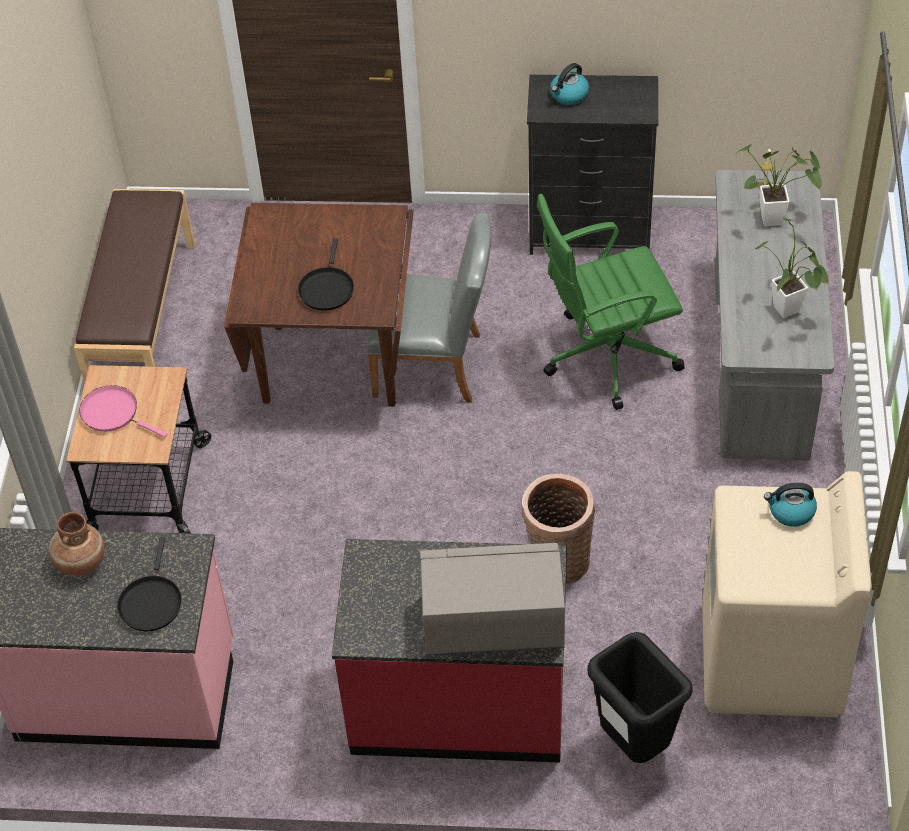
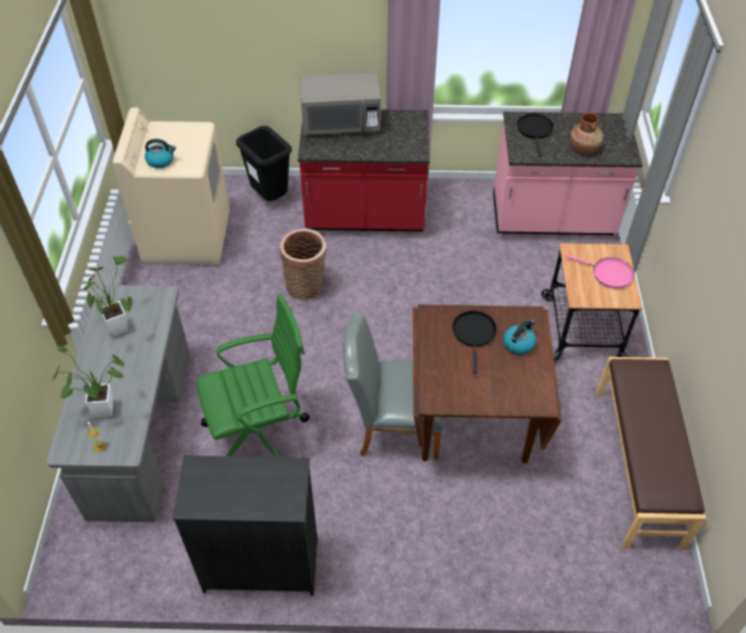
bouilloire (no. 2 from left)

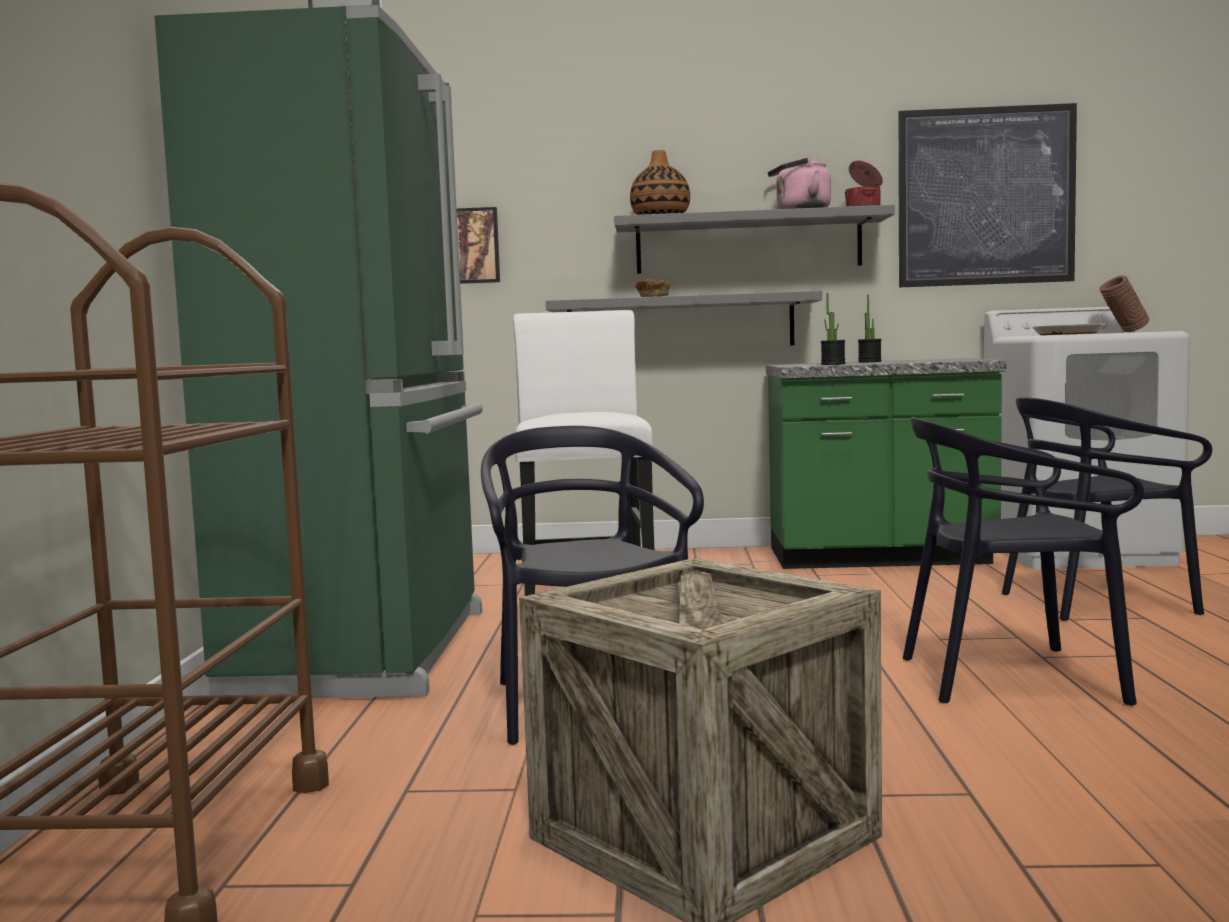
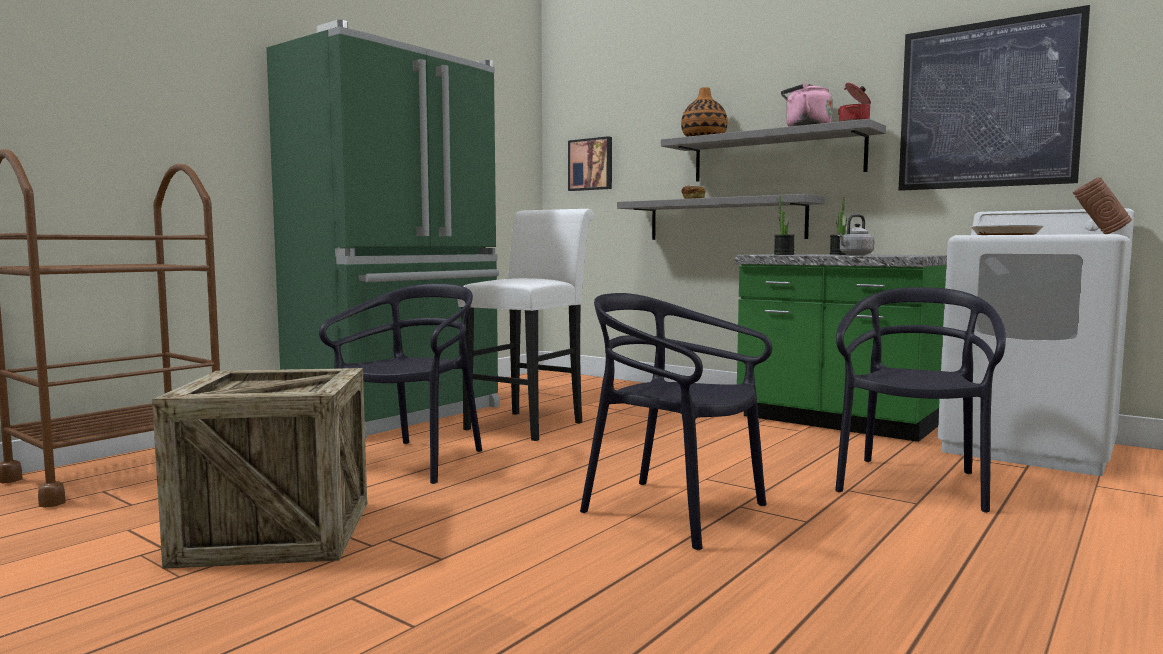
bouilloire/gris
chaise/noir (no. 3 from left)

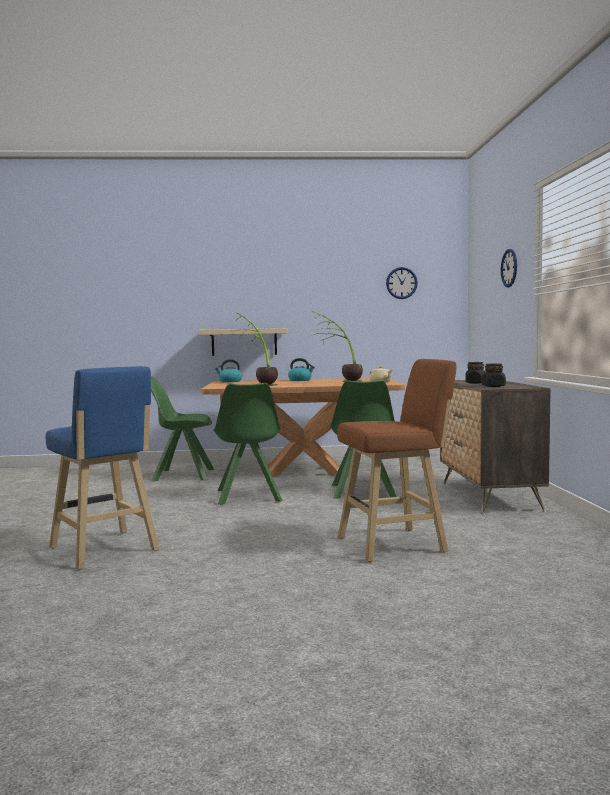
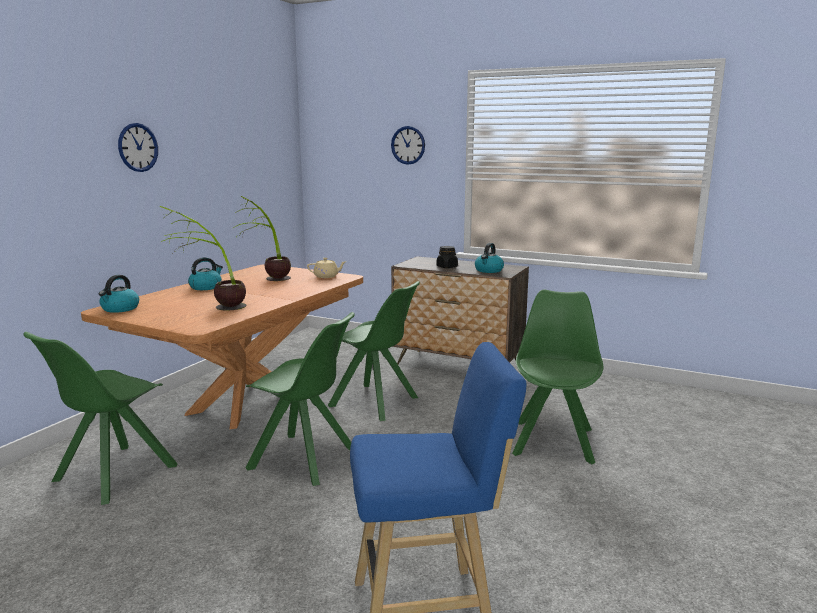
étagère/beige
horloge murale (no. 1 from left)
chaise/vert (no. 4 from left)
bouilloire (no. 3 from left)

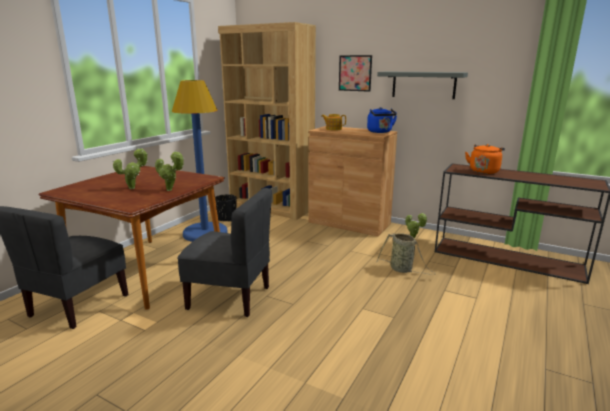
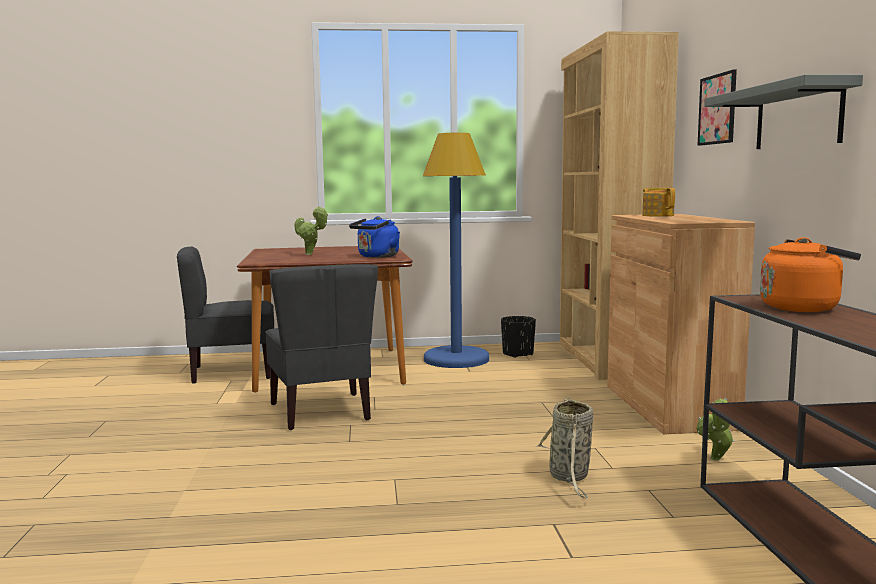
plante en pot (no. 2 from left in the first image)
bouilloire/bleu

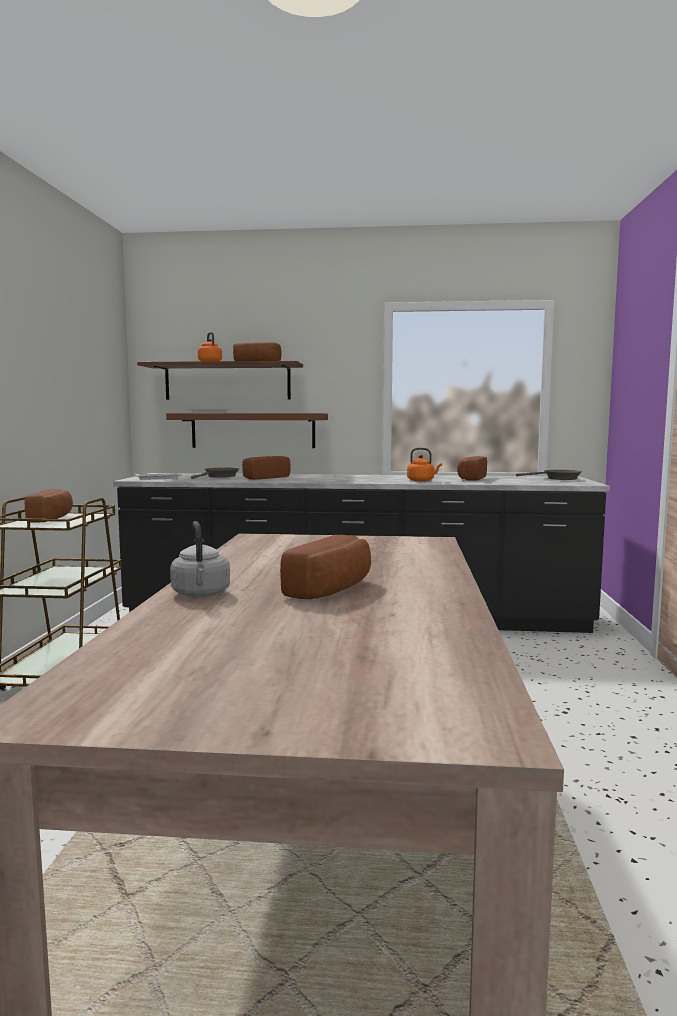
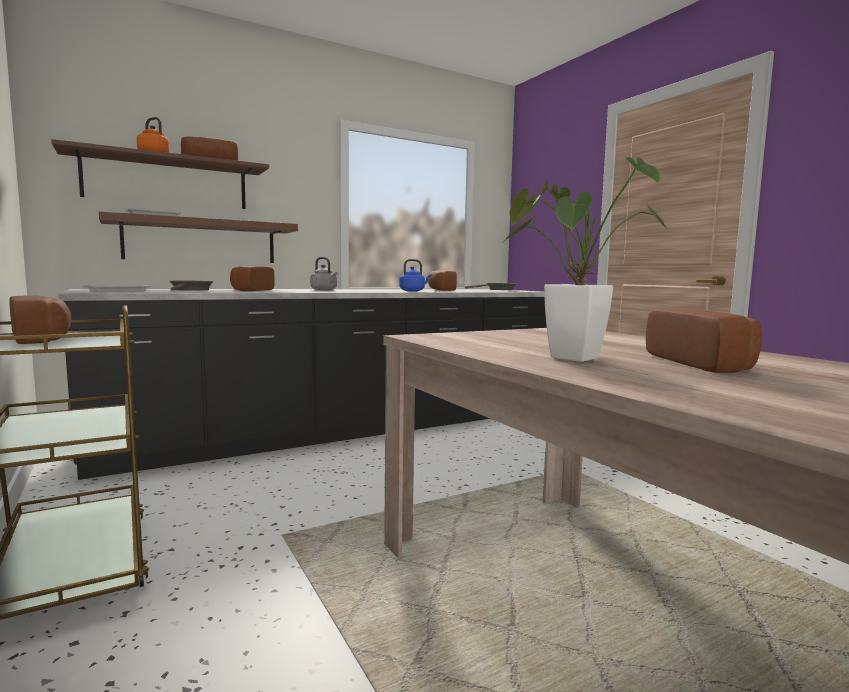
plante en pot
bouilloire/gris
bouilloire/bleu

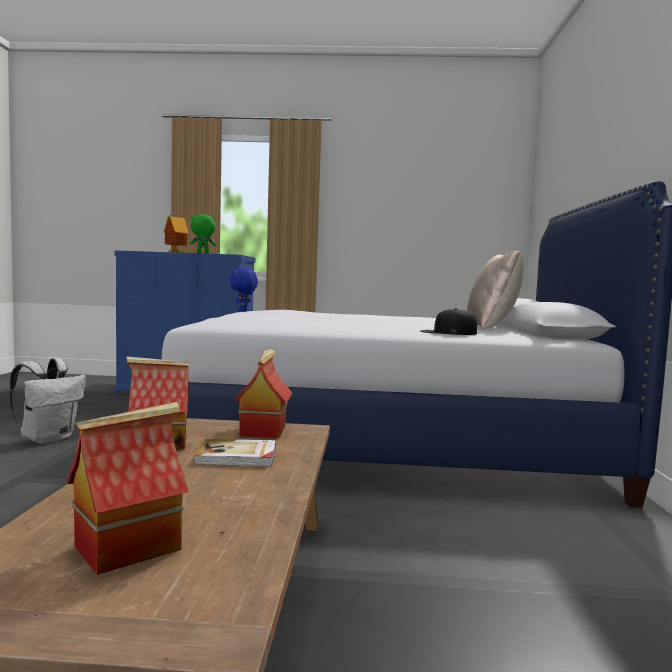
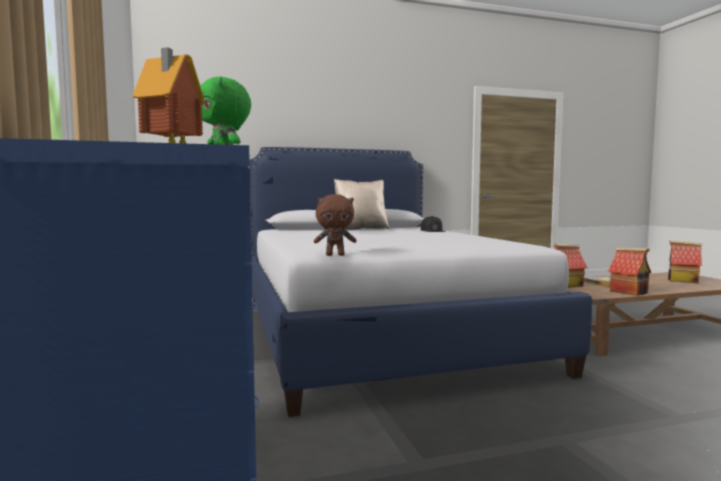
sac à dos/blanc
peluche/marron

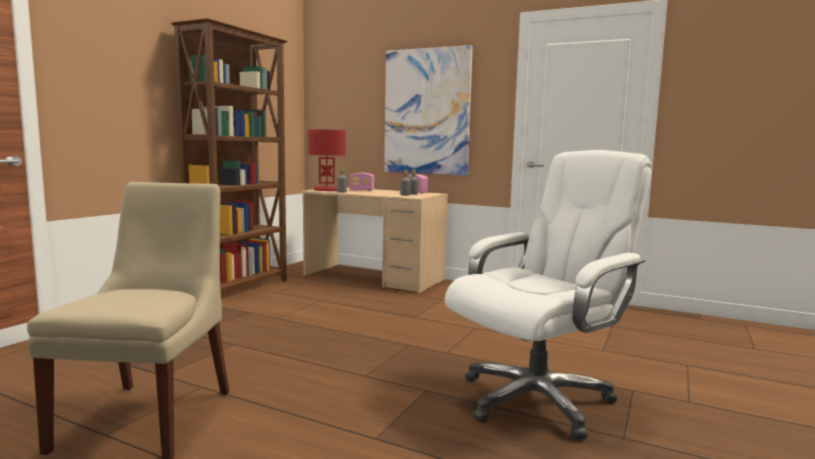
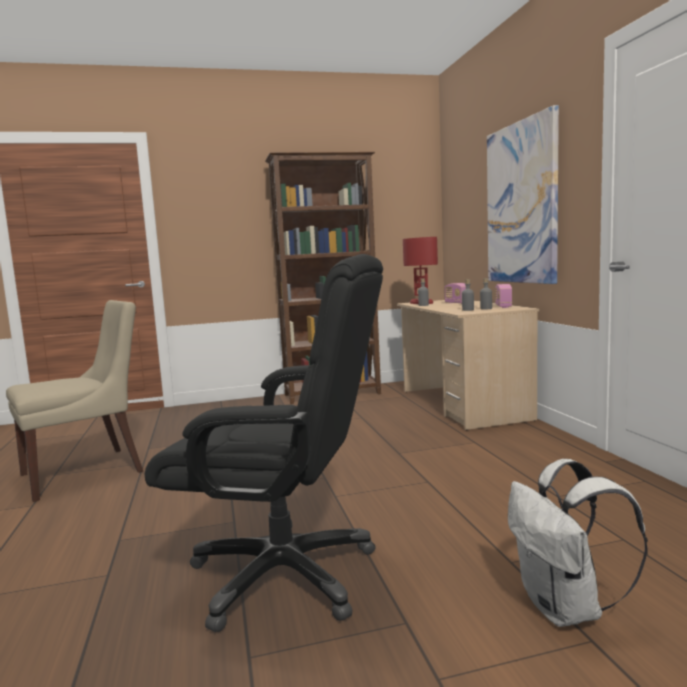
sac à dos/blanc
chaise de bureau/noir

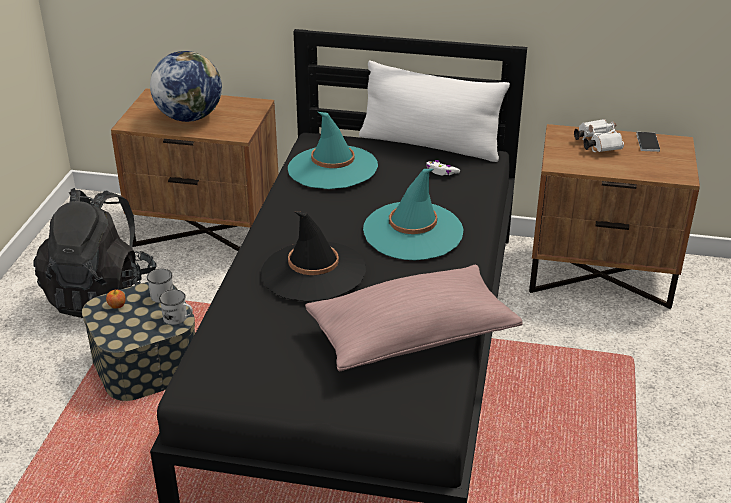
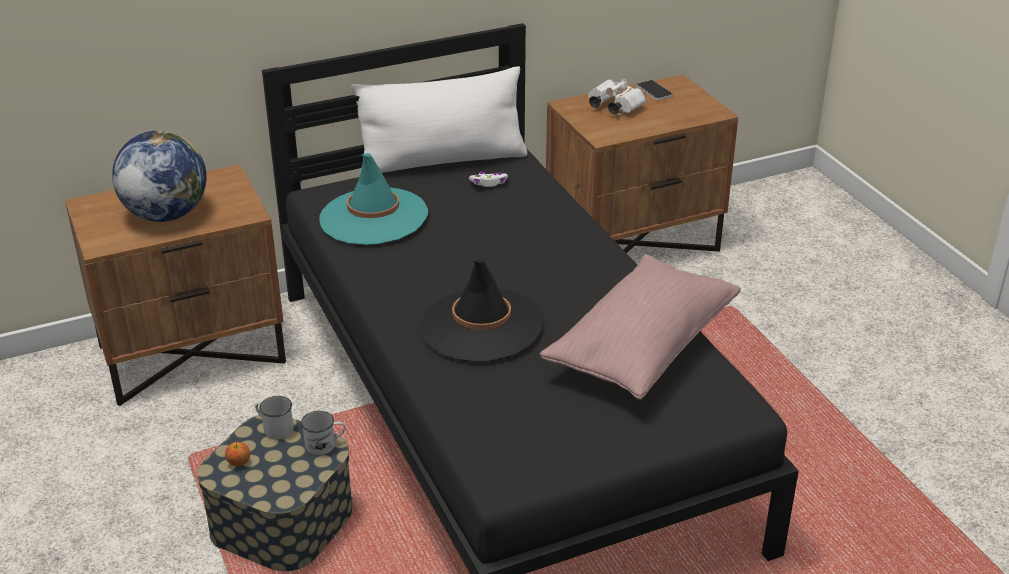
sac à dos/noir
chapeau/turquoise (no. 2 from left in the first image)

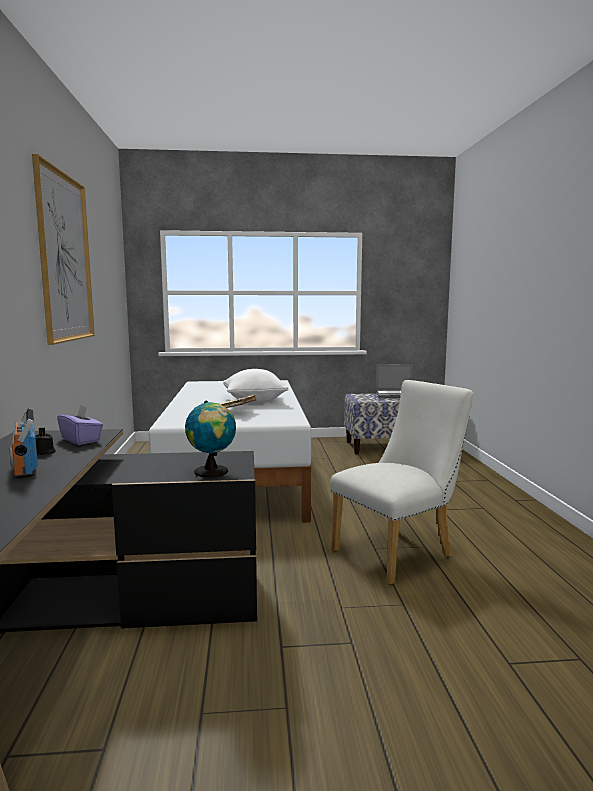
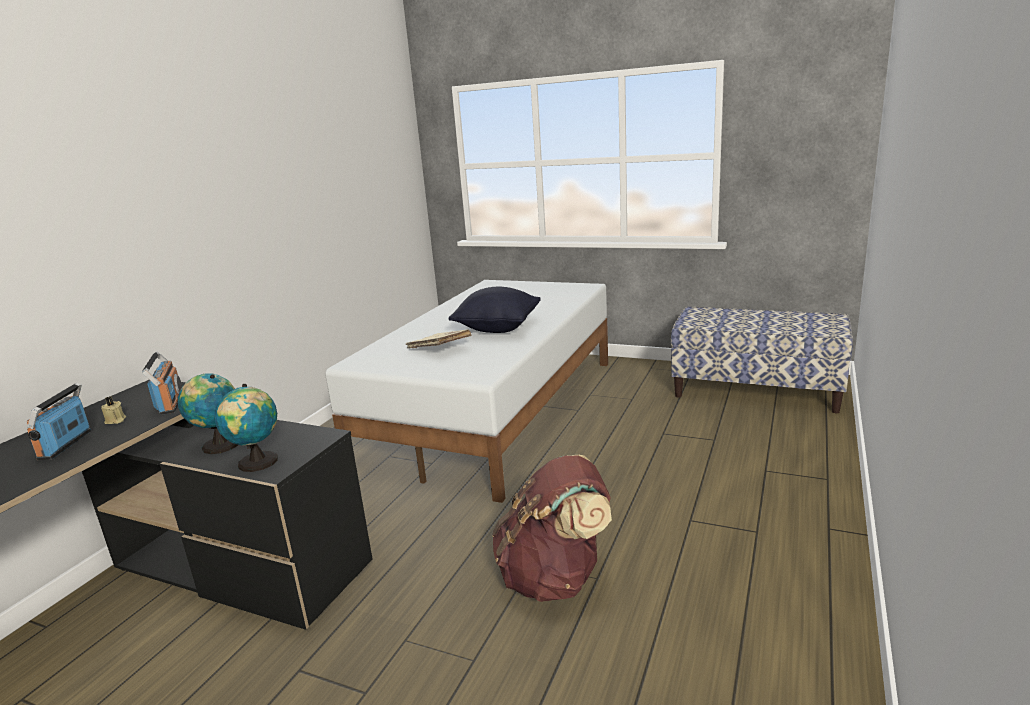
tableau
ordinateur portable
globe (no. 1 from left)
radio (no. 2 from left)
sac à dos/marron
bougie/beige
coussin/noir

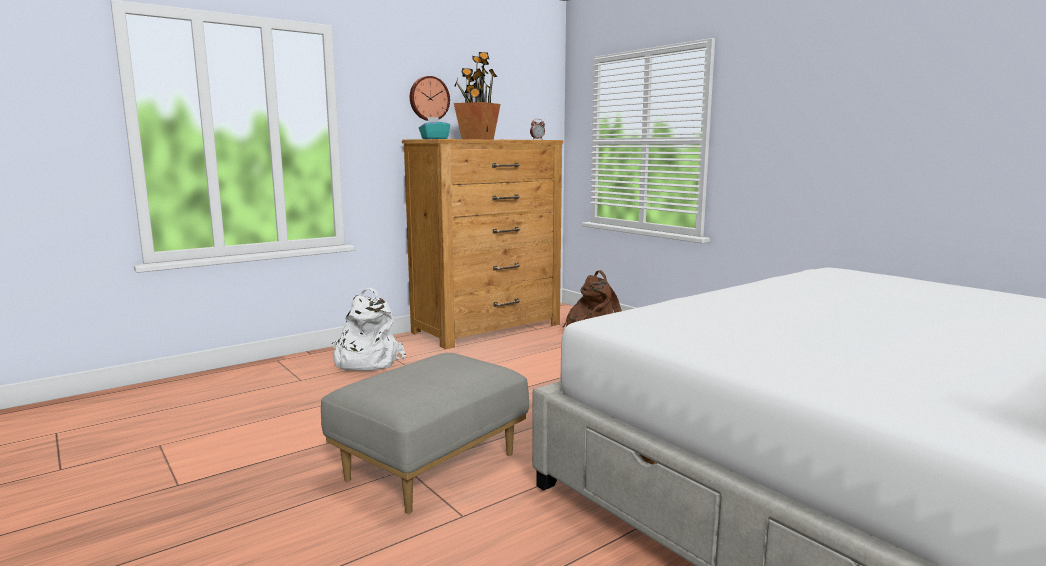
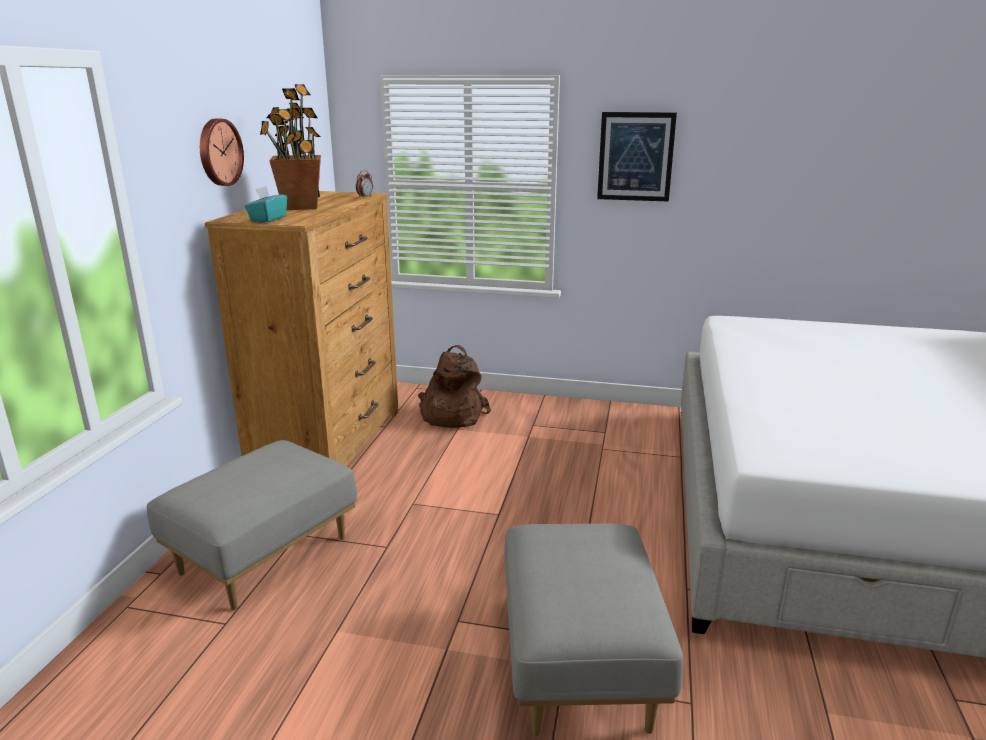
tableau
pouf/gris (no. 1 from left)

